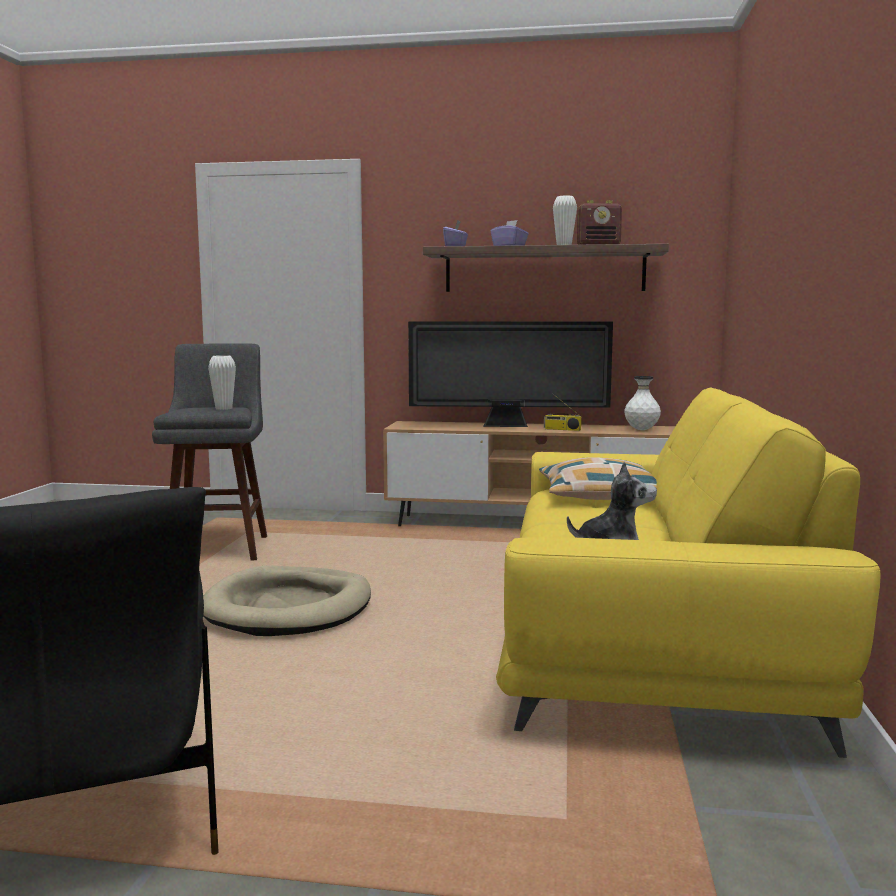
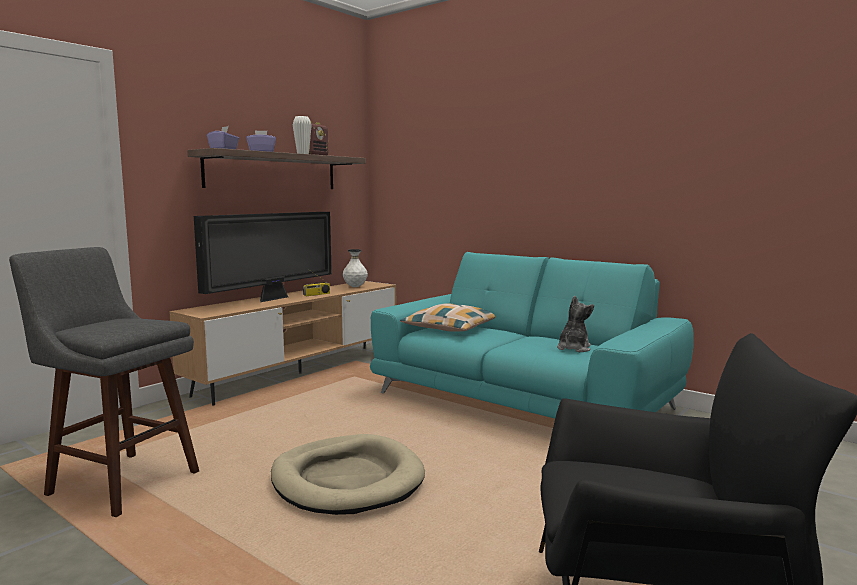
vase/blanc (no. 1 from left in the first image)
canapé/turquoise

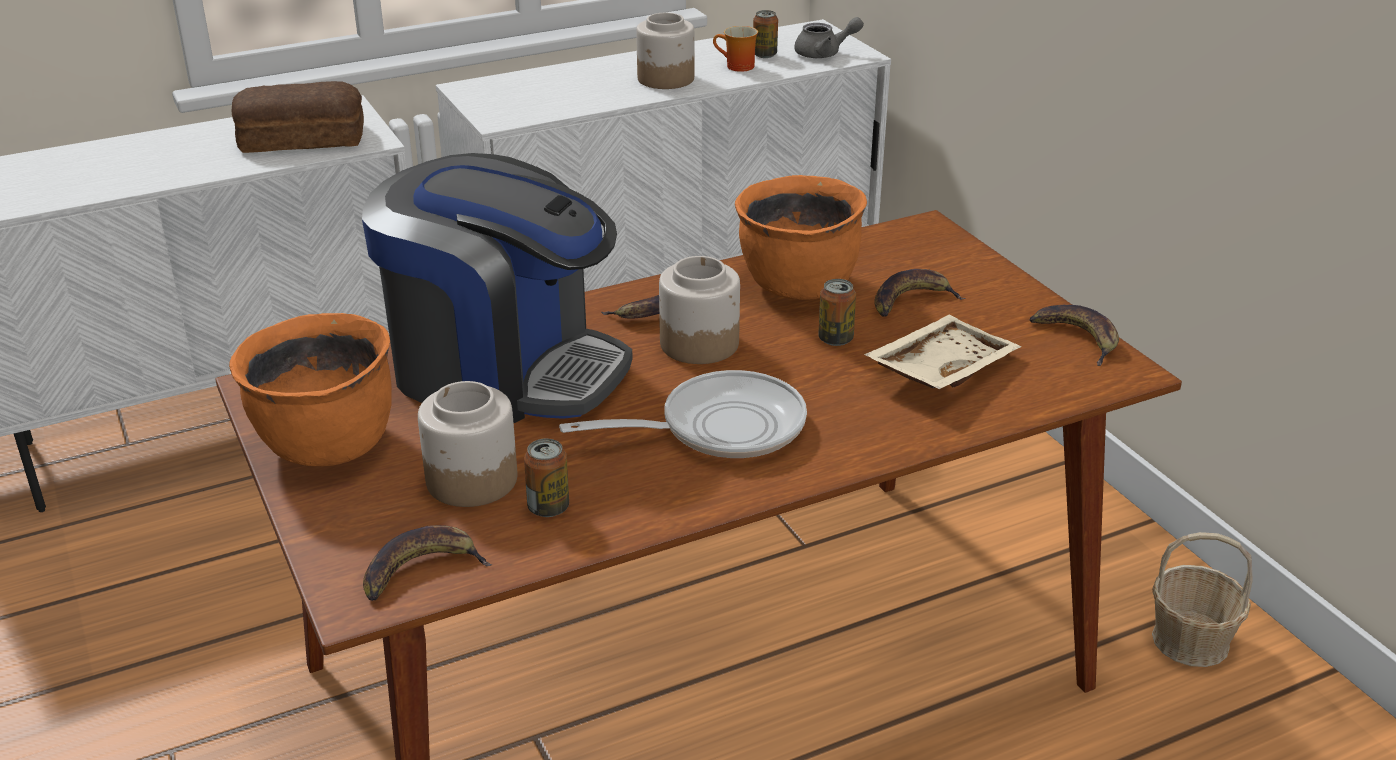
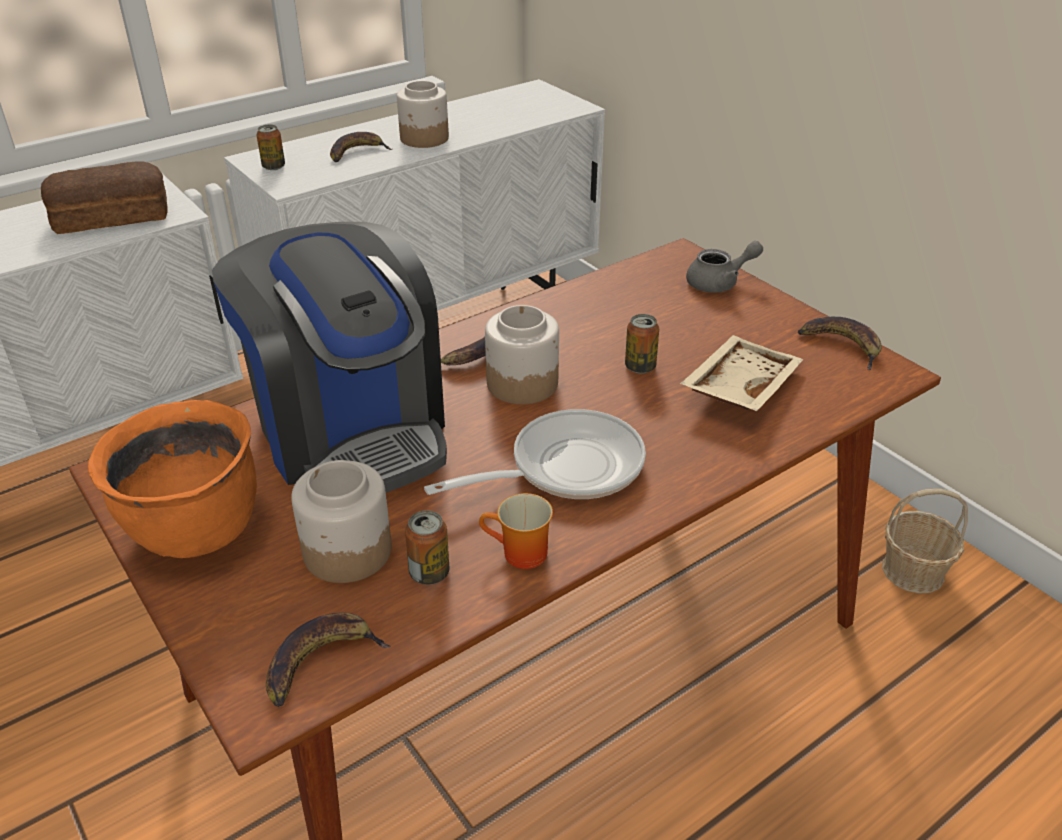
marmite/orange (no. 2 from left in the first image)
mug
boîte métallique (no. 1 from left)
théière/gris
banane (no. 2 from left)
machine à café

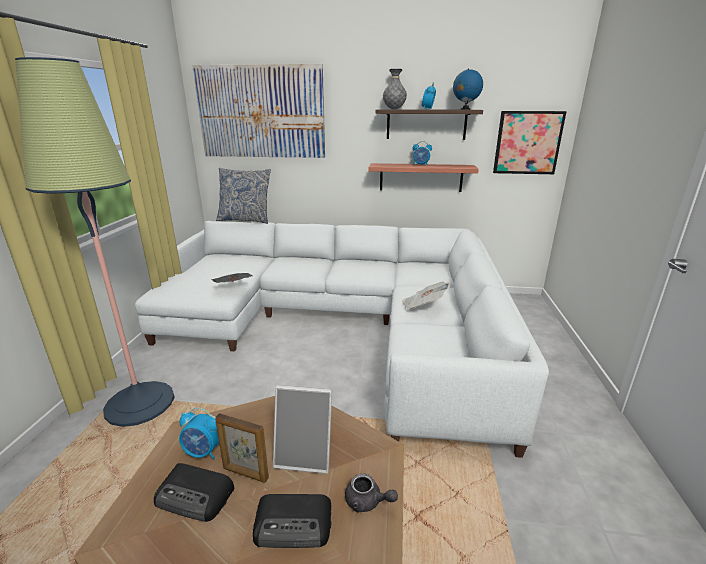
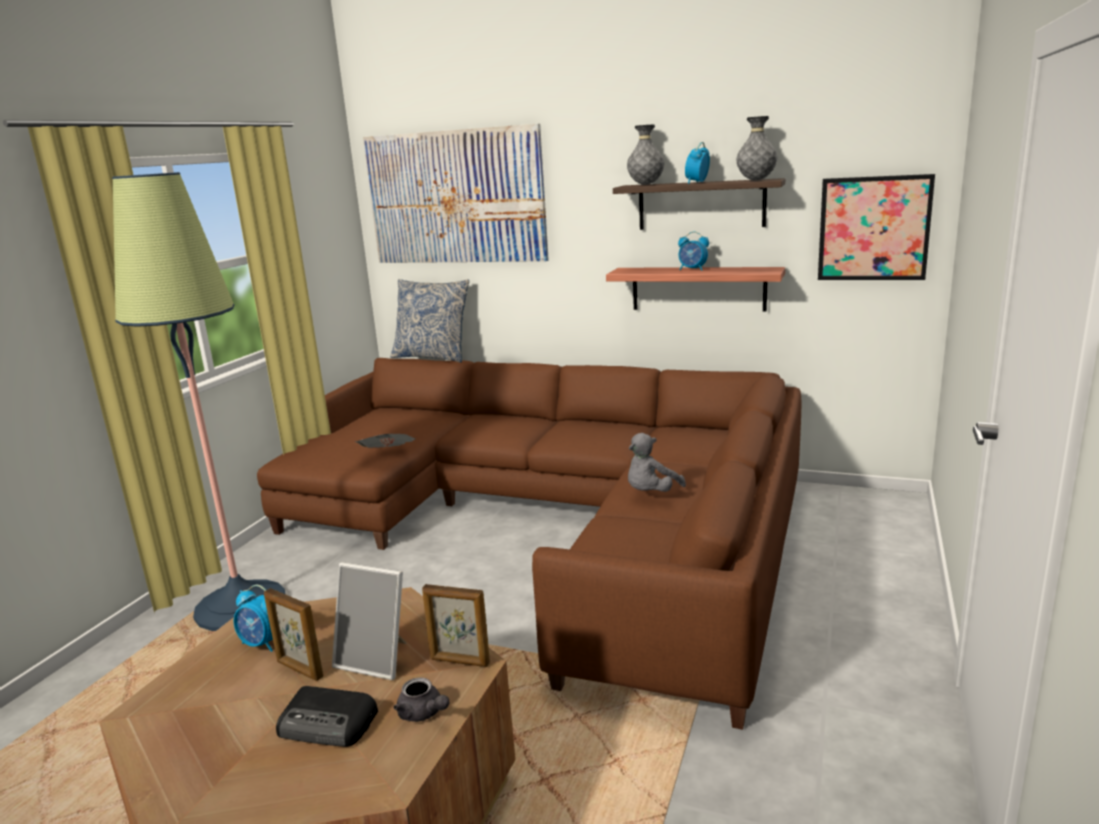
radio (no. 1 from left in the first image)
cadre photo (no. 3 from left)
peluche/gris
vase/gris (no. 2 from left)
canapé/marron

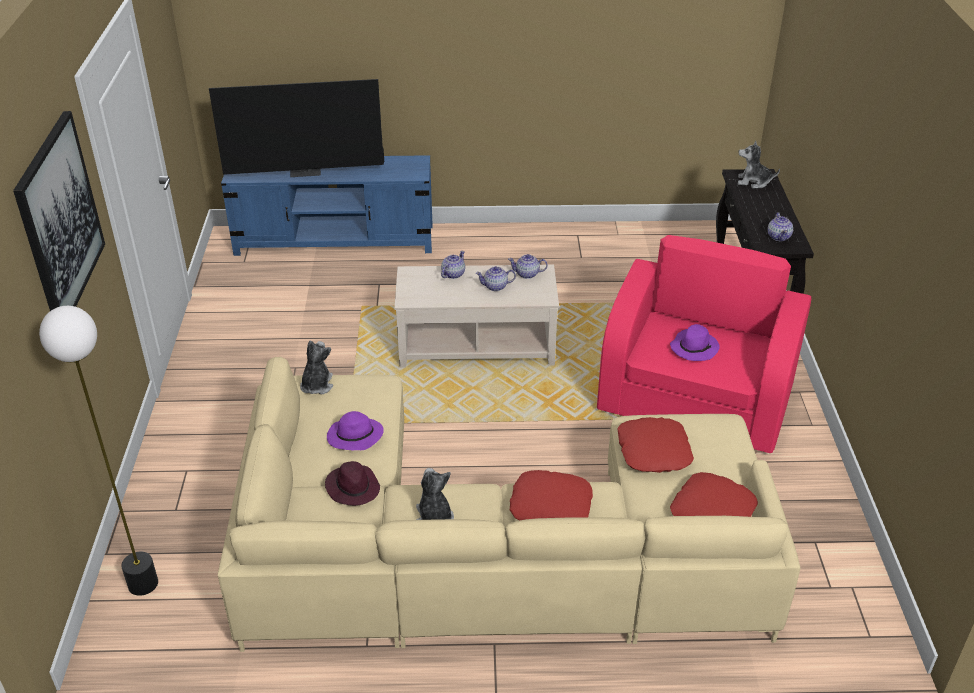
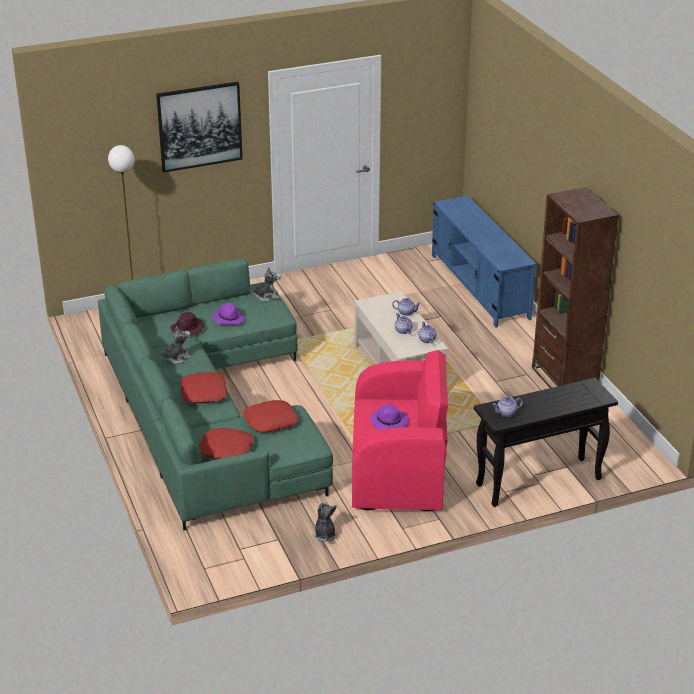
téléviseur
bibliothèque/marron
peluche (no. 3 from left)
canapé/vert

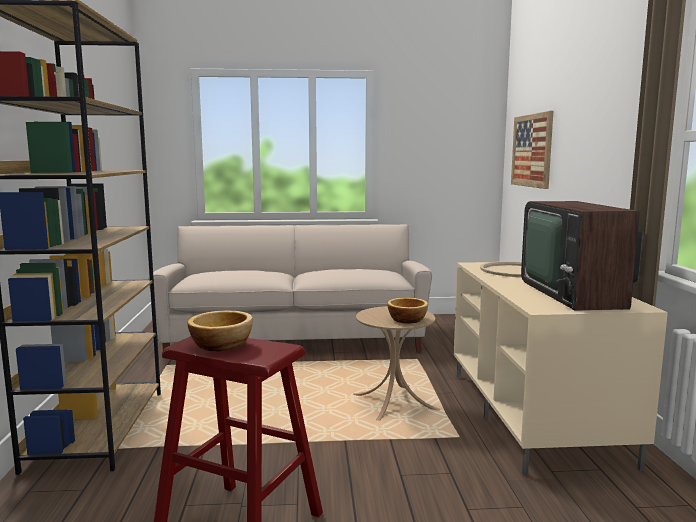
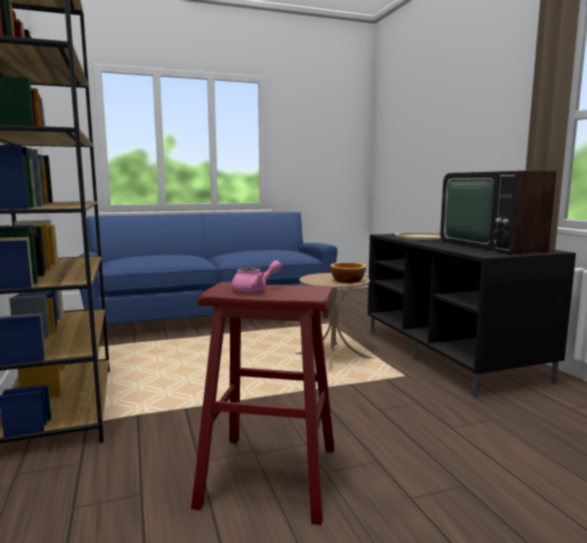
tableau
théière/rose
canapé/bleu
meuble télé/noir

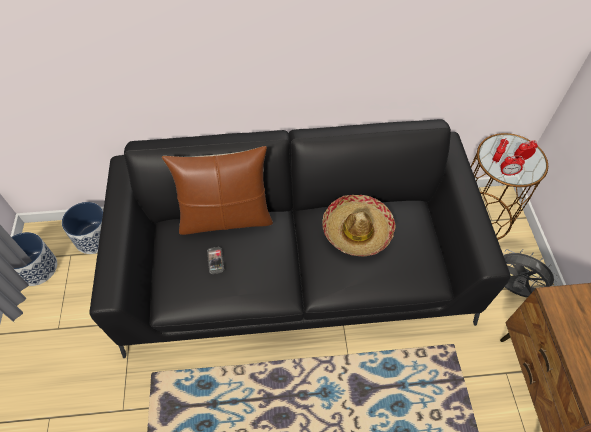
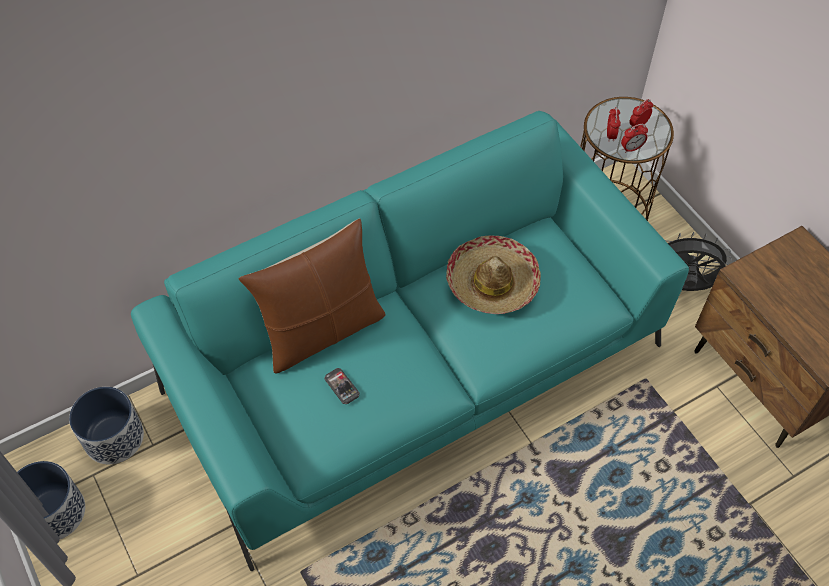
canapé/turquoise

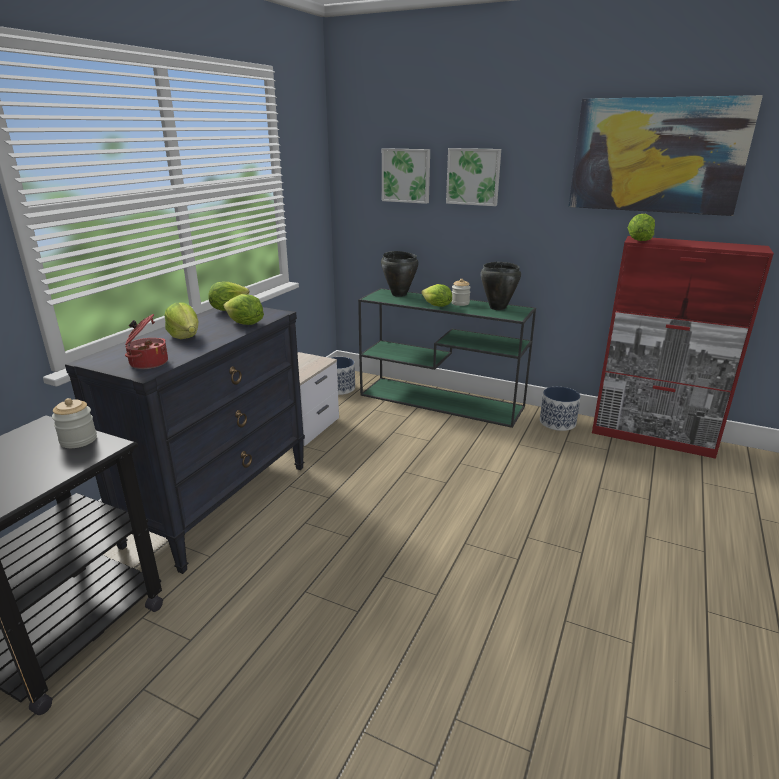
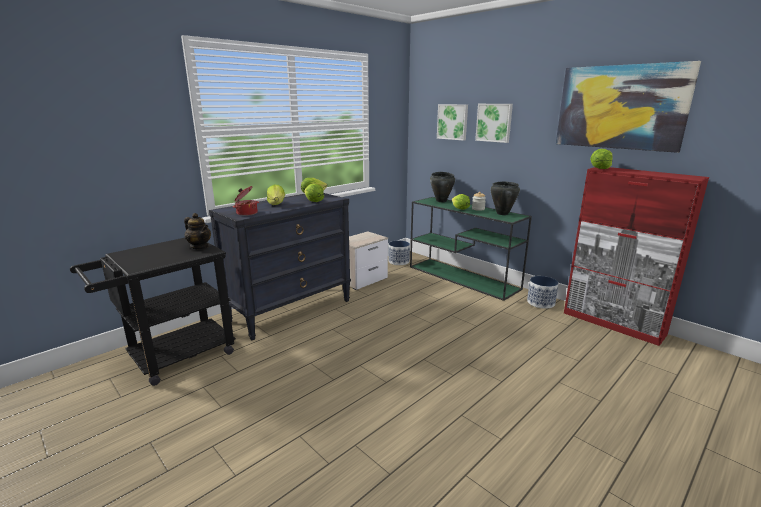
théière

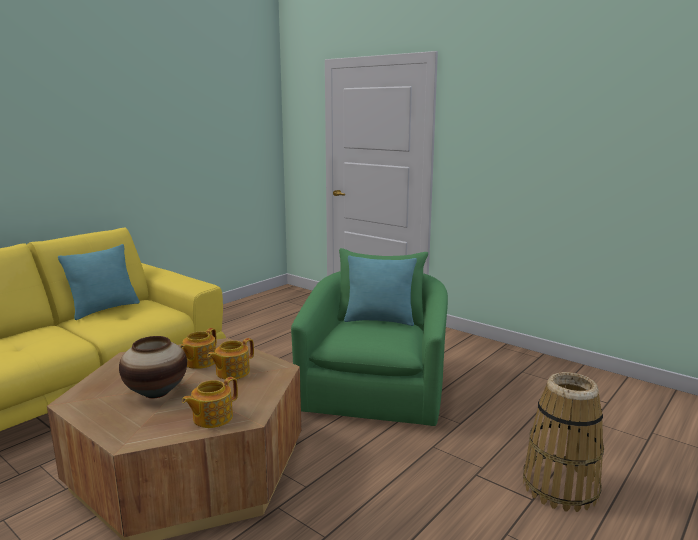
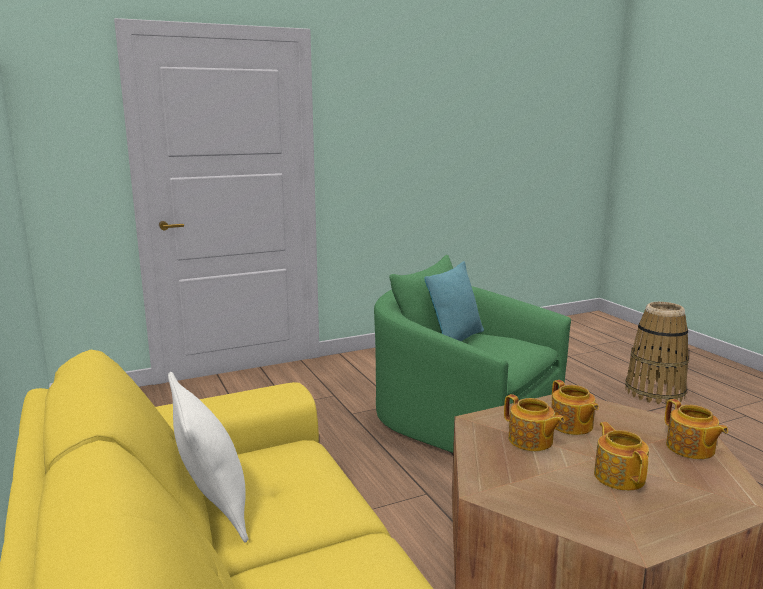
théière (no. 3 from left)
coussin/blanc

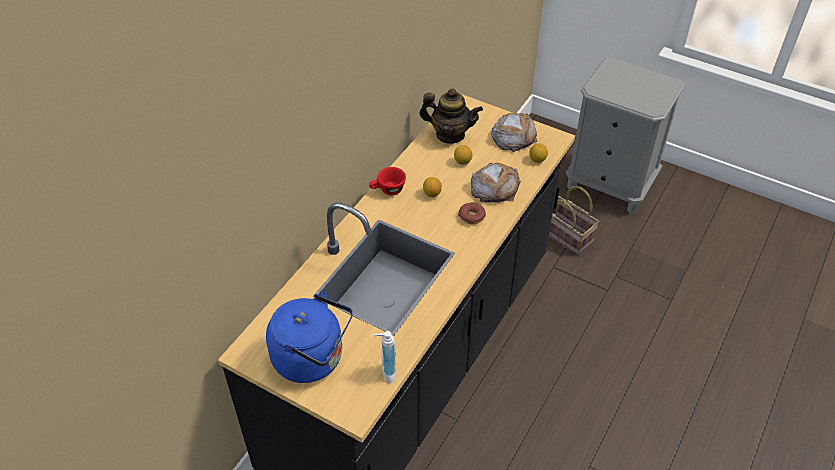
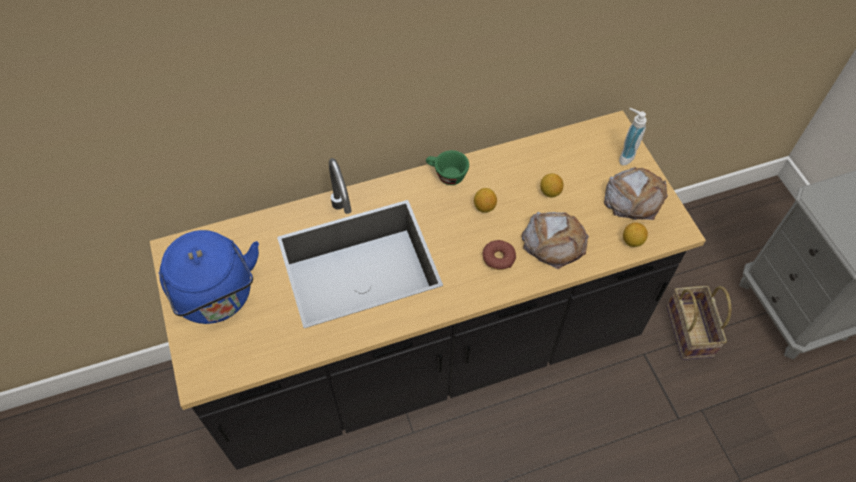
théière
distributeur de savon
tasse/vert

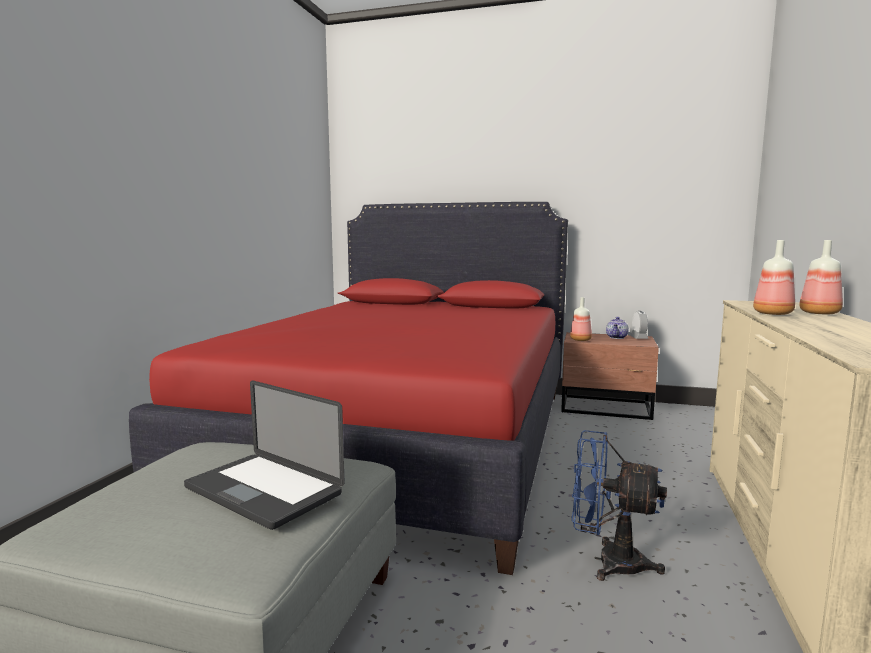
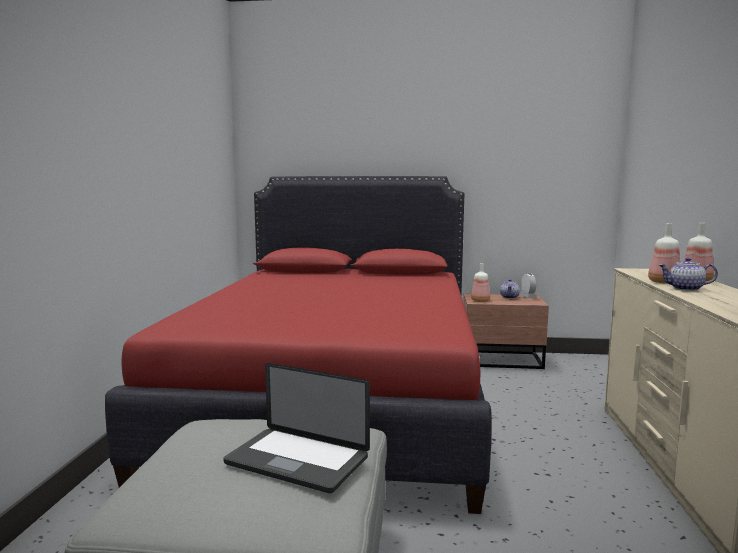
ventilateur/bleu
théière (no. 2 from left)

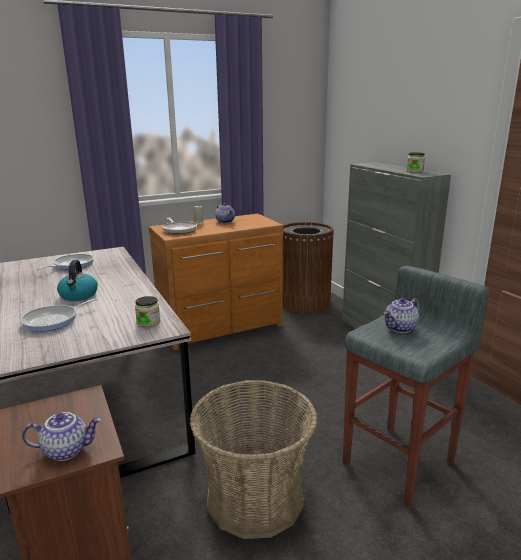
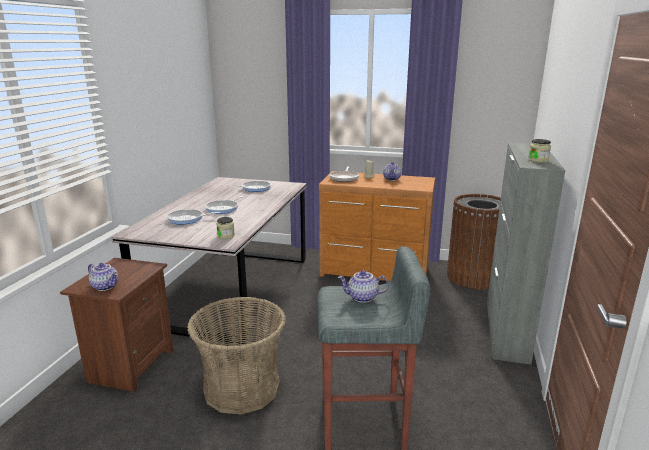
poêle (no. 2 from left)

